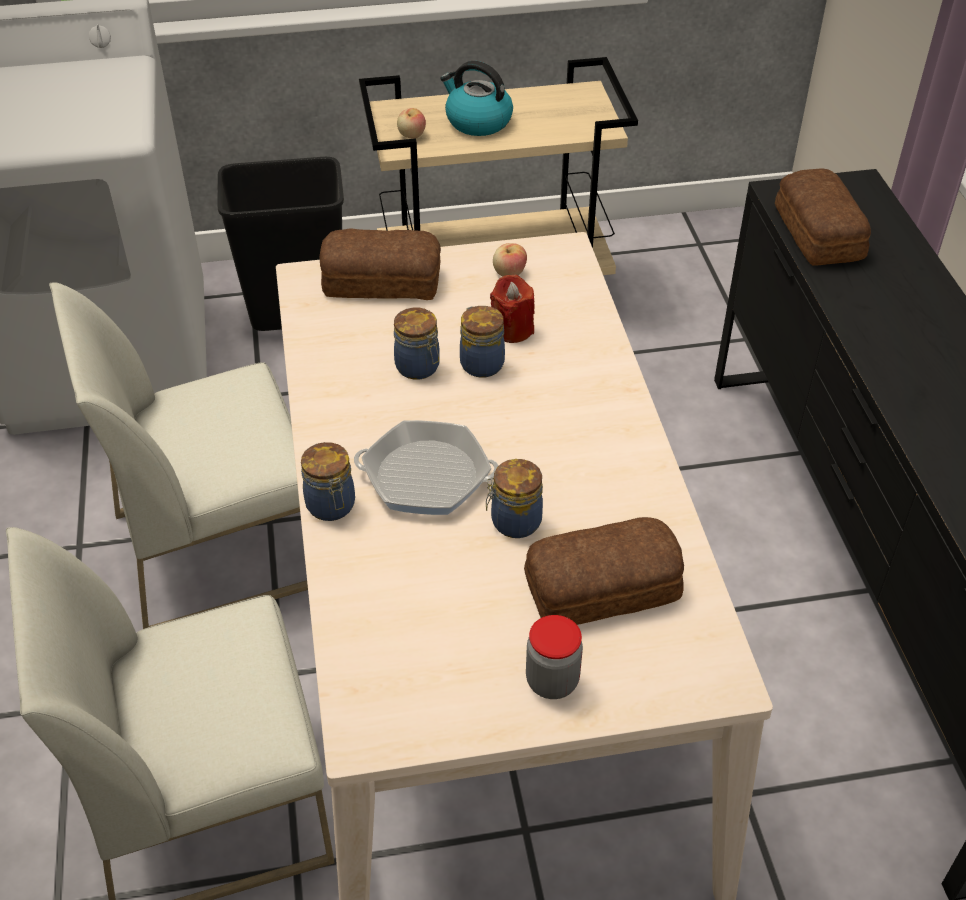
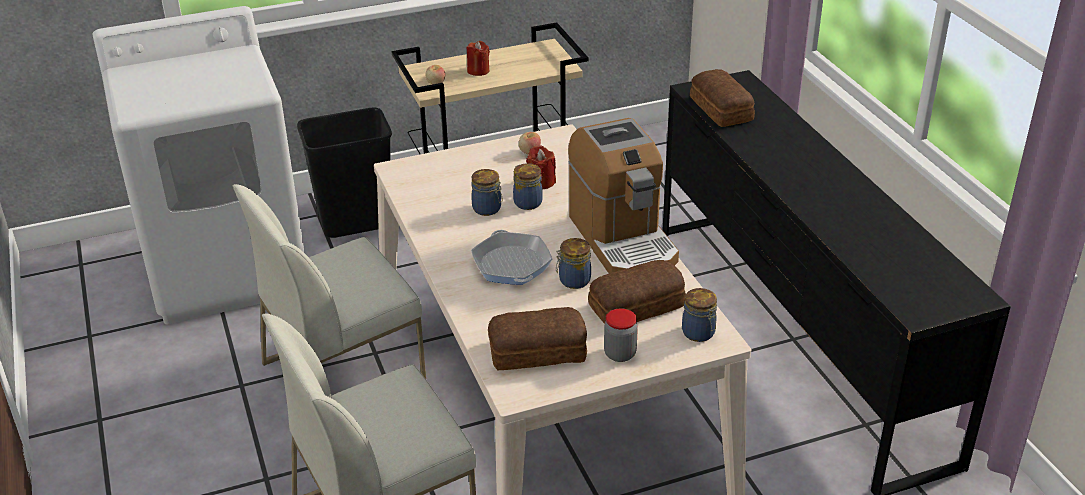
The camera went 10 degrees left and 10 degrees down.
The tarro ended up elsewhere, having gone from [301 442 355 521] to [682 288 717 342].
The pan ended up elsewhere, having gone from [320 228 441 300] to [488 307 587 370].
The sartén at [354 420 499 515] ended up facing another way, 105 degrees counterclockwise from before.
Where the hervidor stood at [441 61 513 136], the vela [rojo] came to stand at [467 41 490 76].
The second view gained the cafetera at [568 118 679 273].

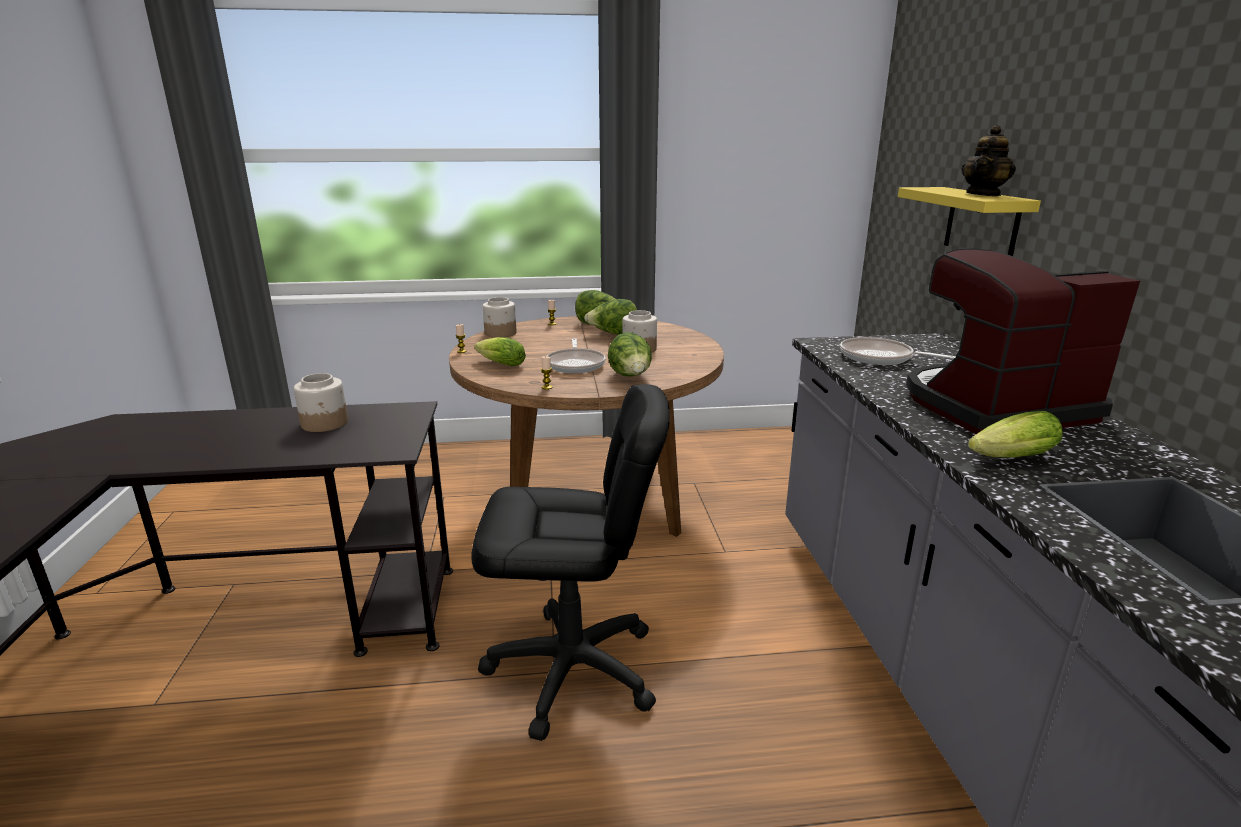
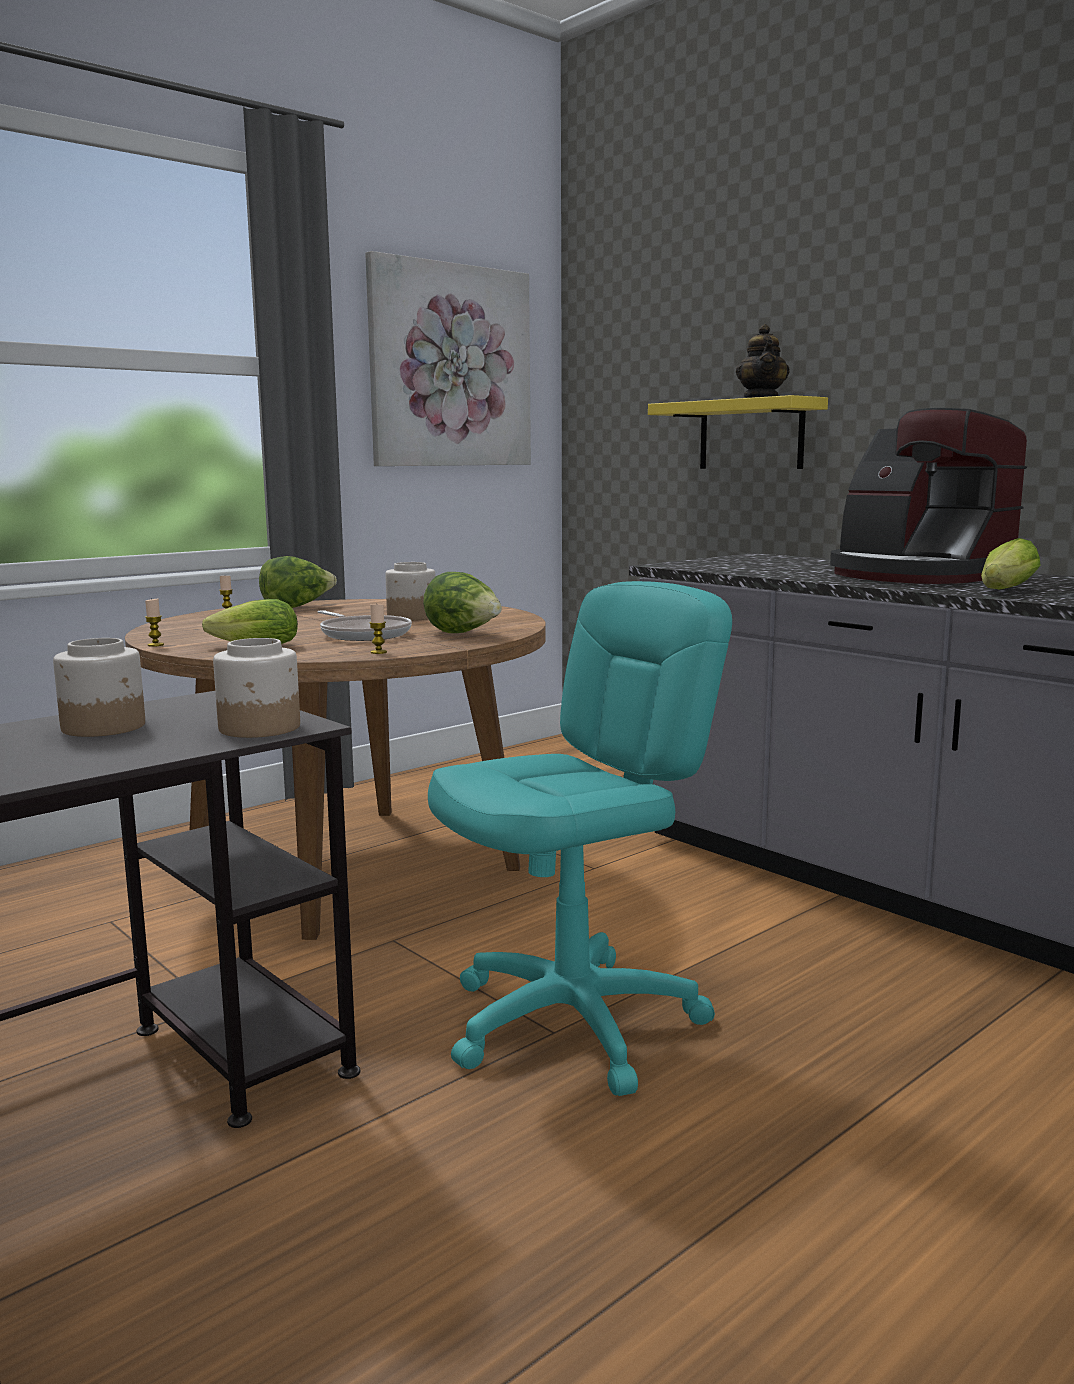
The camera went 35 degrees left and 10 degrees down.
What was the silla de oficina [negro] at [471 384 670 741] turned into the silla de oficina [turquesa] at [428 581 732 1096].
The tarro ended up elsewhere, having gone from [483 297 517 338] to [213 638 300 738].
The second view lost the lechuga at [584 299 637 335].
The second view lost the sartén at [840 337 955 365].
The cafetera at [906 249 1140 434] ended up facing another way, 75 degrees counterclockwise from before.
The second view gained the cuadro at [365 251 531 466].

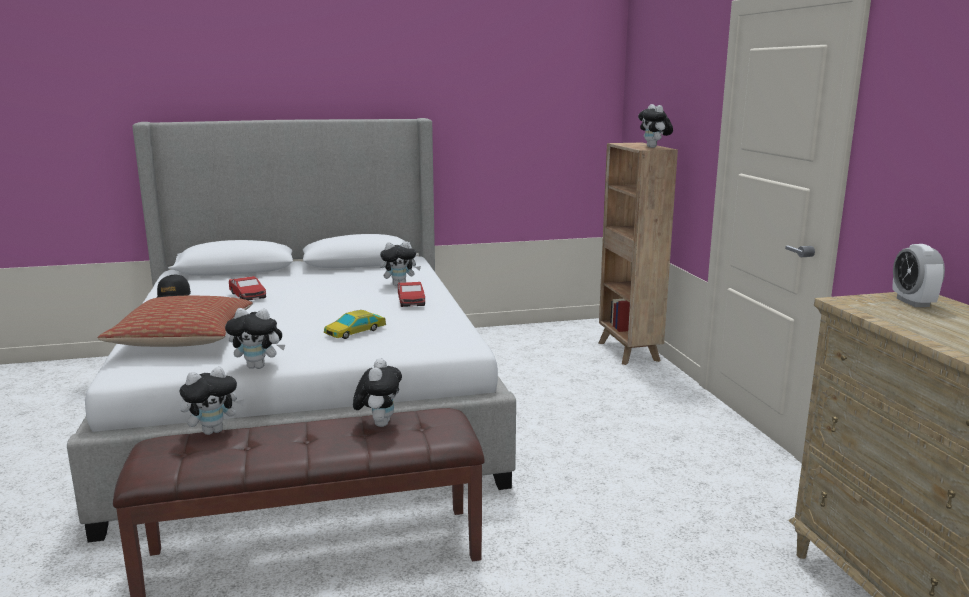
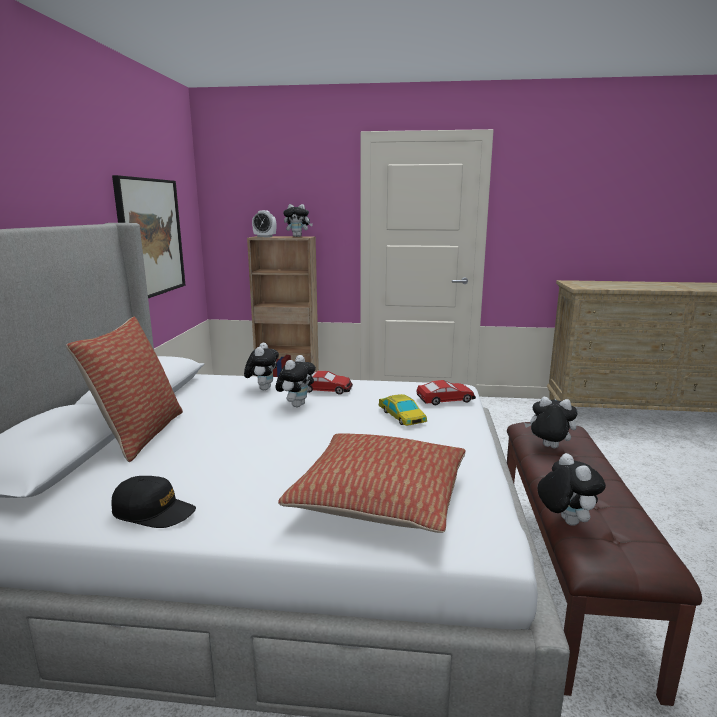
The camera went 70 degrees left and 0 degrees up.
The peluche ended up elsewhere, having gone from [225 308 285 369] to [276 355 316 407].
The coche de juguete ended up elsewhere, having gone from [229 276 266 300] to [417 380 476 405].
The despertador ended up elsewhere, having gone from [892 244 945 307] to [252 210 276 237].
The second view gained the cojín at [66 317 183 462].
The second view gained the cuadro at [112 175 185 298].

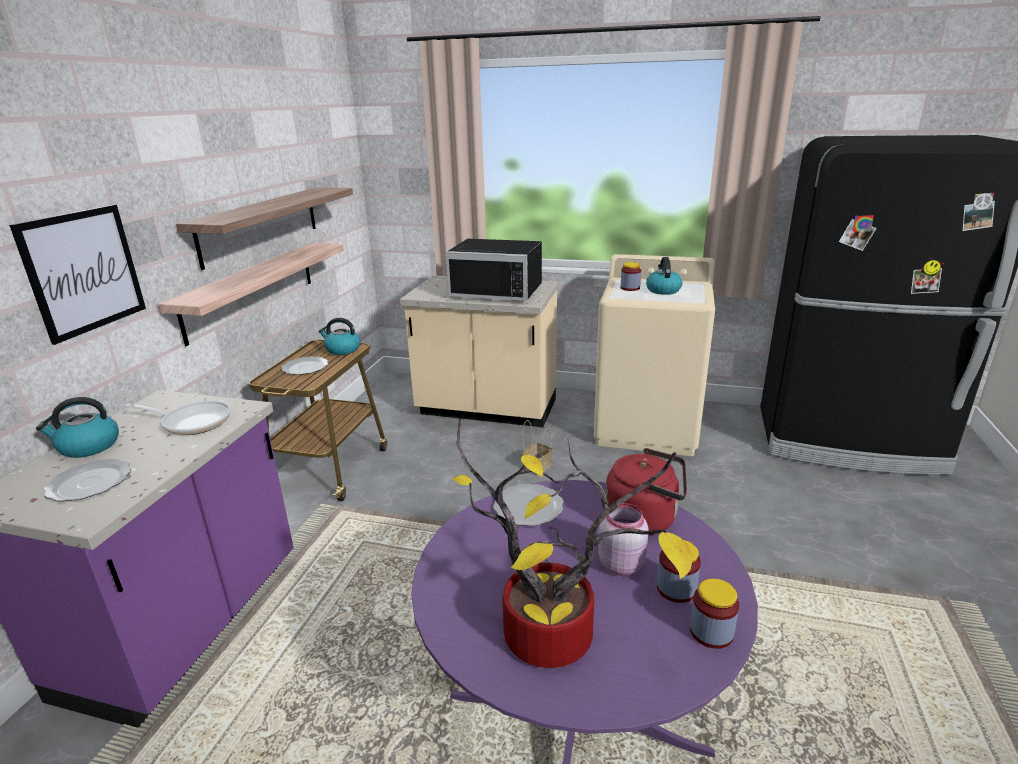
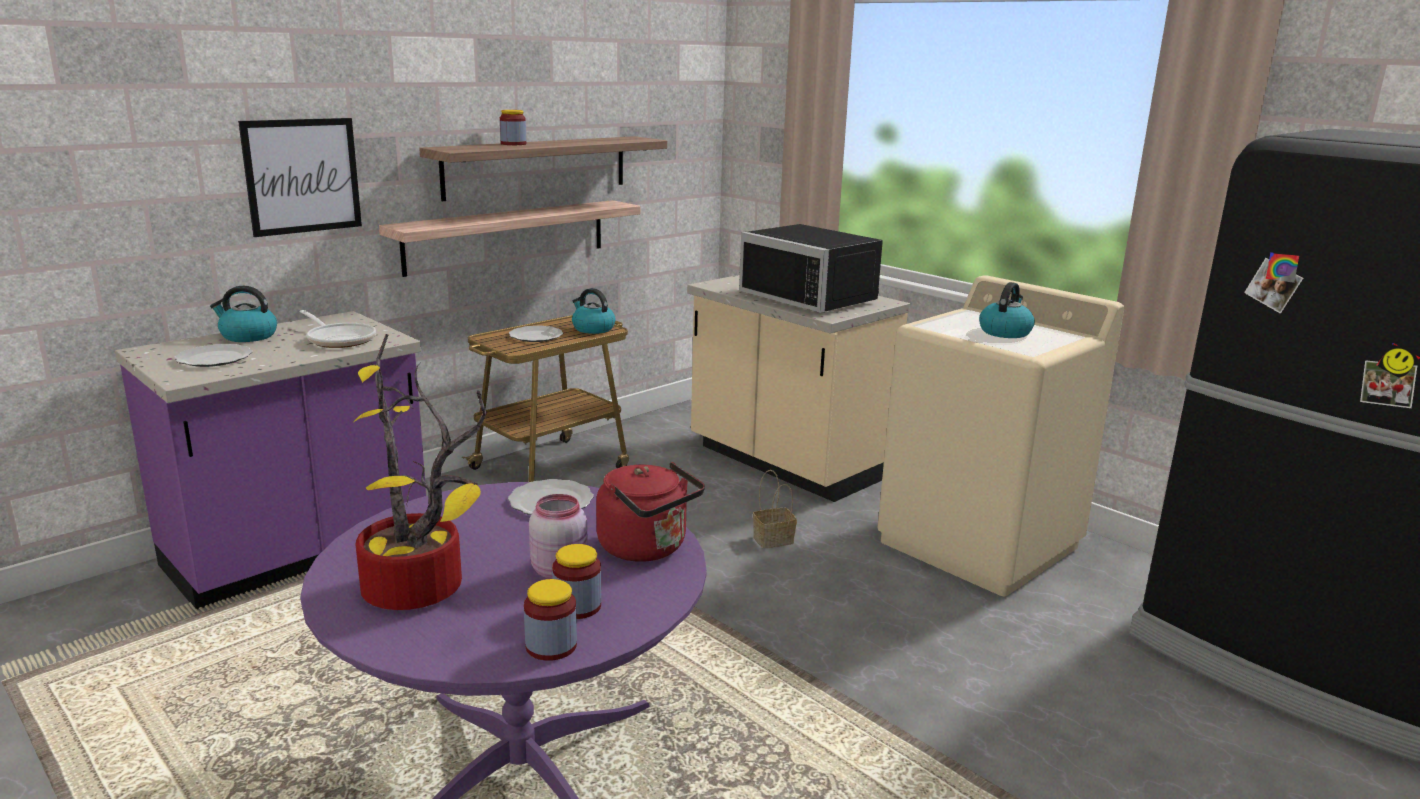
The camera went 30 degrees right and 5 degrees down.
The tarro ended up elsewhere, having gone from [621 262 641 291] to [500 110 526 145].

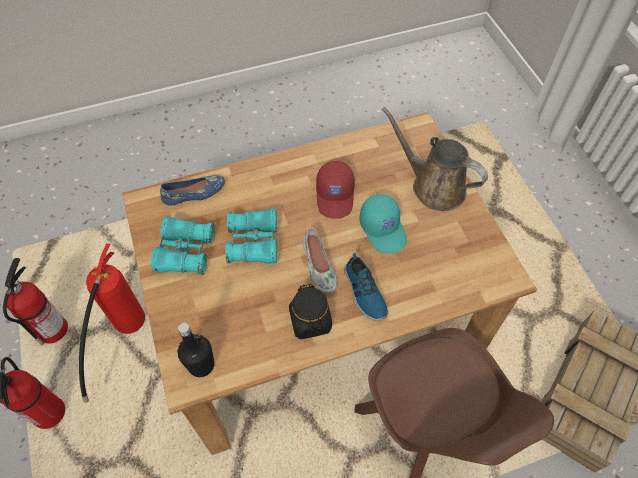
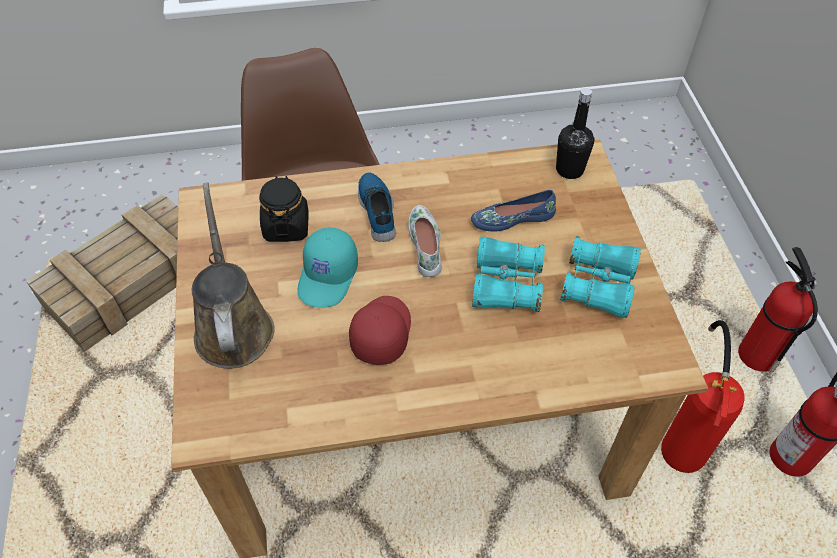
The camera went 170 degrees left and 5 degrees down.
The zapato [azul] ended up elsewhere, having gone from [160 176 225 205] to [471 190 556 232].
The tarro [negro] ended up elsewhere, having gone from [289 283 332 339] to [259 176 309 242].
The gorra [turquesa] at [359 194 407 253] ended up facing another way, 150 degrees counterclockwise from before.
The regadera [marrón] at [382 107 488 211] ended up facing another way, 150 degrees counterclockwise from before.

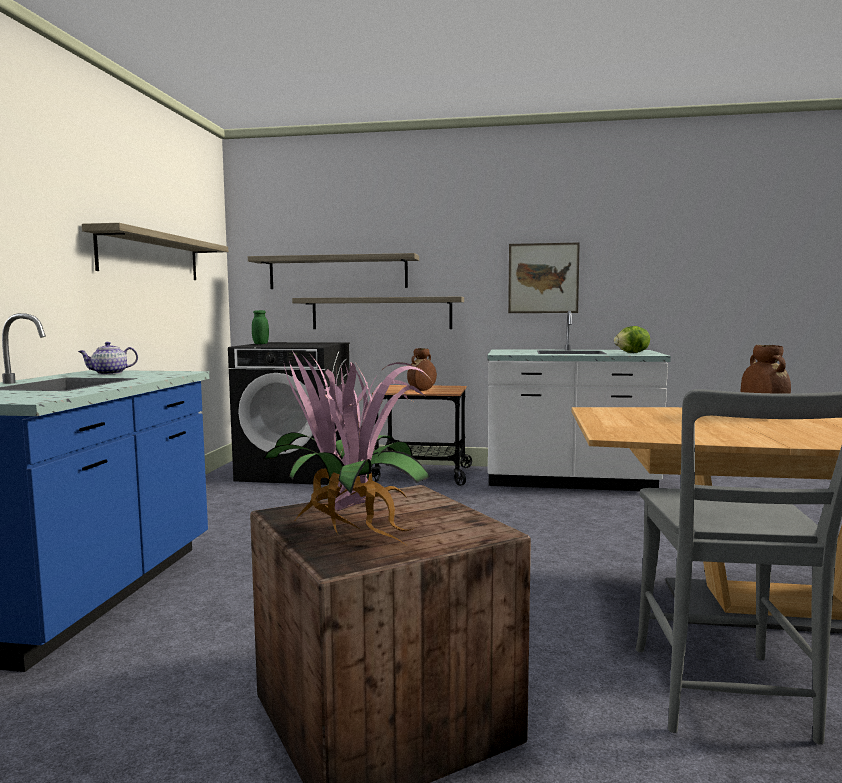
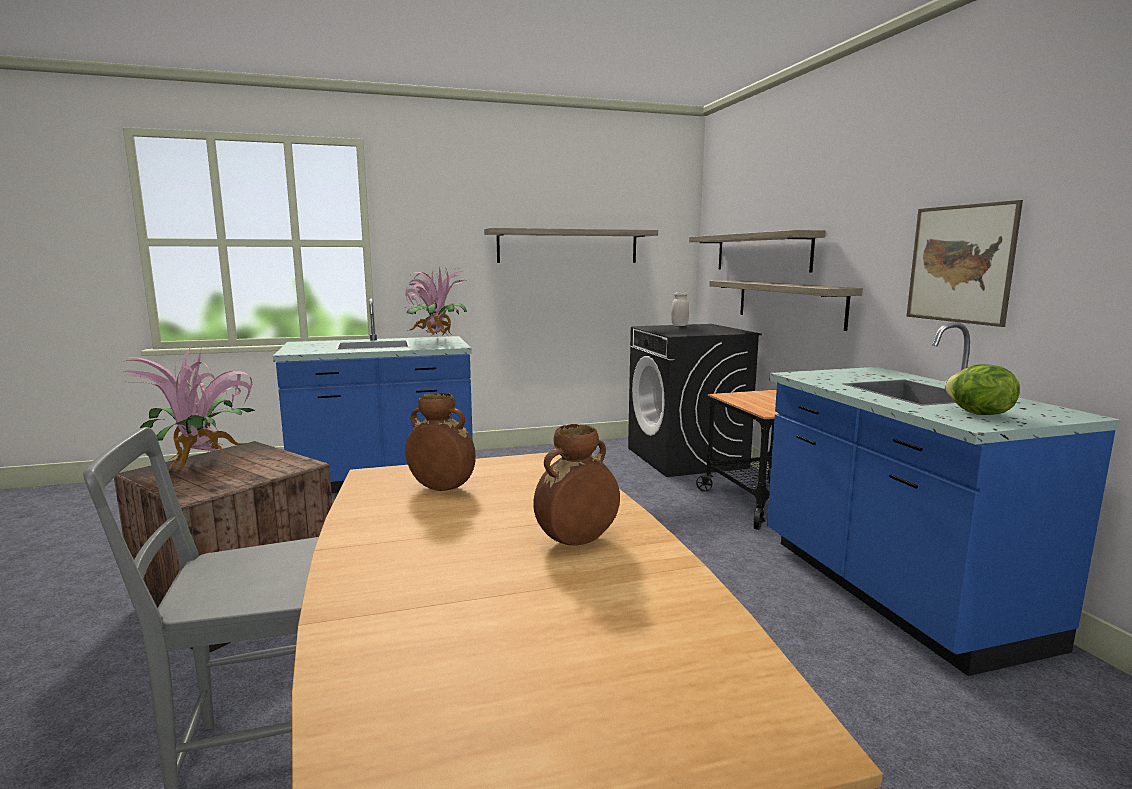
The camera went 65 degrees right and 5 degrees up.
Where the tetera stood at [78 342 138 375], the planta en maceta came to stand at [404 267 467 335].
What was the tarro [verde] at [252 310 269 344] turned into the tarro [blanco] at [671 292 689 326].
The florero [marrón] ended up elsewhere, having gone from [407 348 437 391] to [405 393 476 491].
What was the mueble bajo de cocina [blanco] at [487 311 671 491] turned into the mueble bajo de cocina [azul] at [767 322 1121 676].

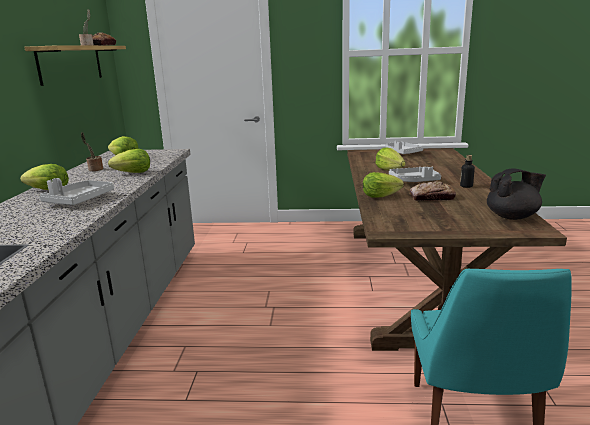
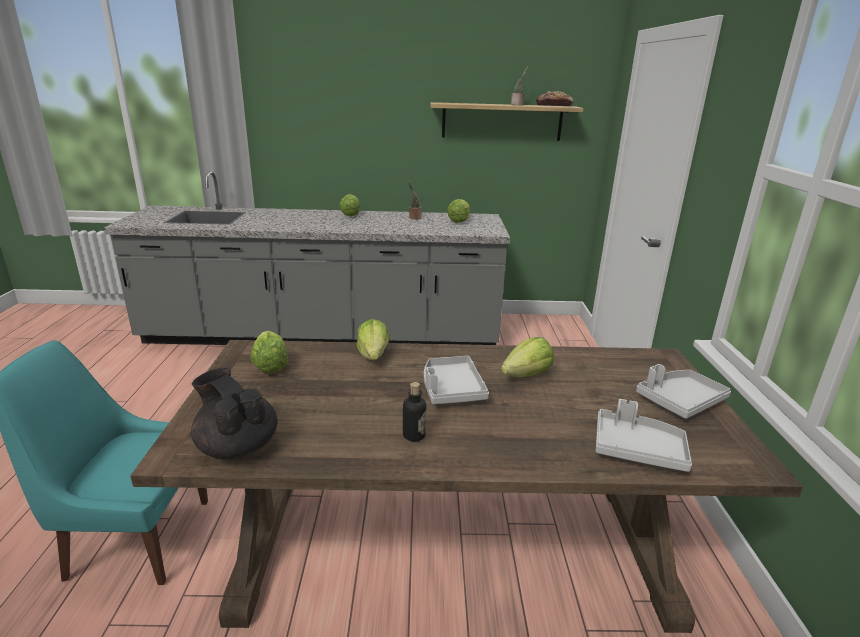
The camera went 85 degrees right and 5 degrees up.
The bandeja [gris] ended up elsewhere, having gone from [40 178 114 205] to [596 399 692 472].
The lechuga ended up elsewhere, having gone from [108 149 150 173] to [251 331 288 373].
The second view lost the pan at [410 181 456 201].
The tetera [negro] at [487 168 546 220] ended up facing another way, 150 degrees clockwise from before.

